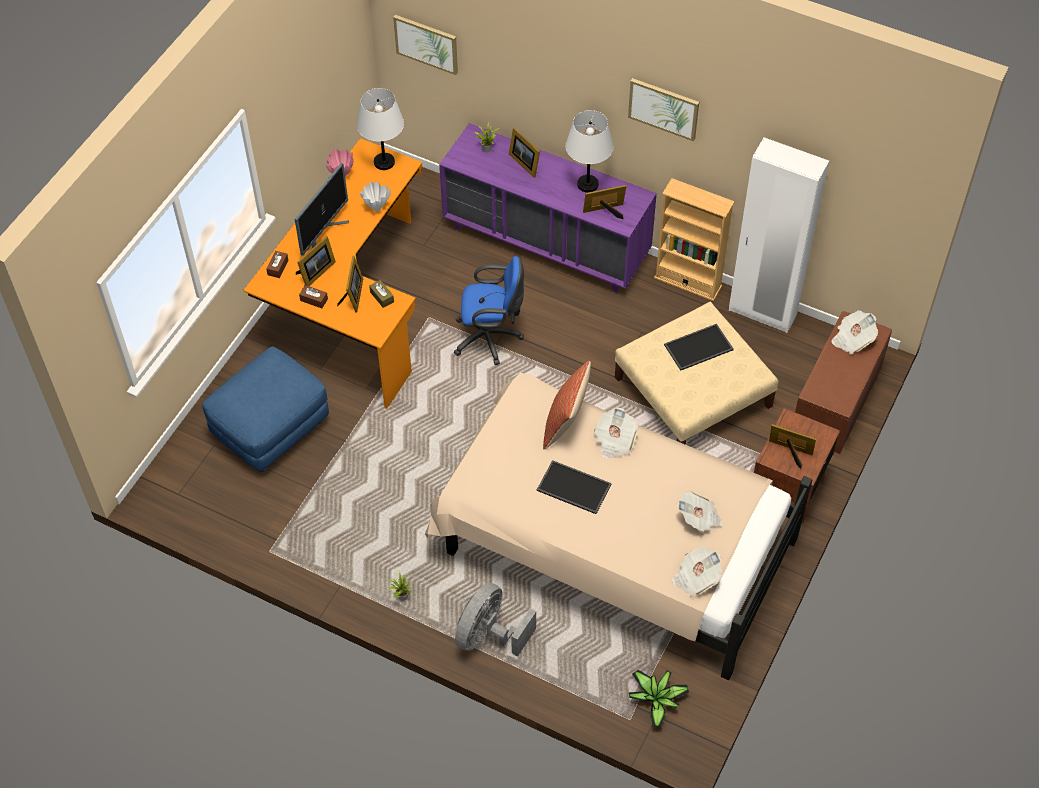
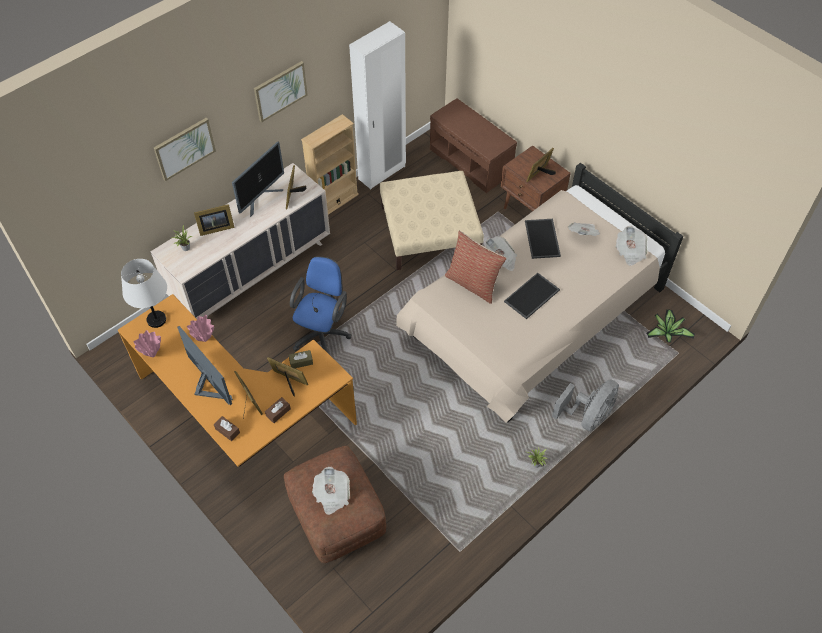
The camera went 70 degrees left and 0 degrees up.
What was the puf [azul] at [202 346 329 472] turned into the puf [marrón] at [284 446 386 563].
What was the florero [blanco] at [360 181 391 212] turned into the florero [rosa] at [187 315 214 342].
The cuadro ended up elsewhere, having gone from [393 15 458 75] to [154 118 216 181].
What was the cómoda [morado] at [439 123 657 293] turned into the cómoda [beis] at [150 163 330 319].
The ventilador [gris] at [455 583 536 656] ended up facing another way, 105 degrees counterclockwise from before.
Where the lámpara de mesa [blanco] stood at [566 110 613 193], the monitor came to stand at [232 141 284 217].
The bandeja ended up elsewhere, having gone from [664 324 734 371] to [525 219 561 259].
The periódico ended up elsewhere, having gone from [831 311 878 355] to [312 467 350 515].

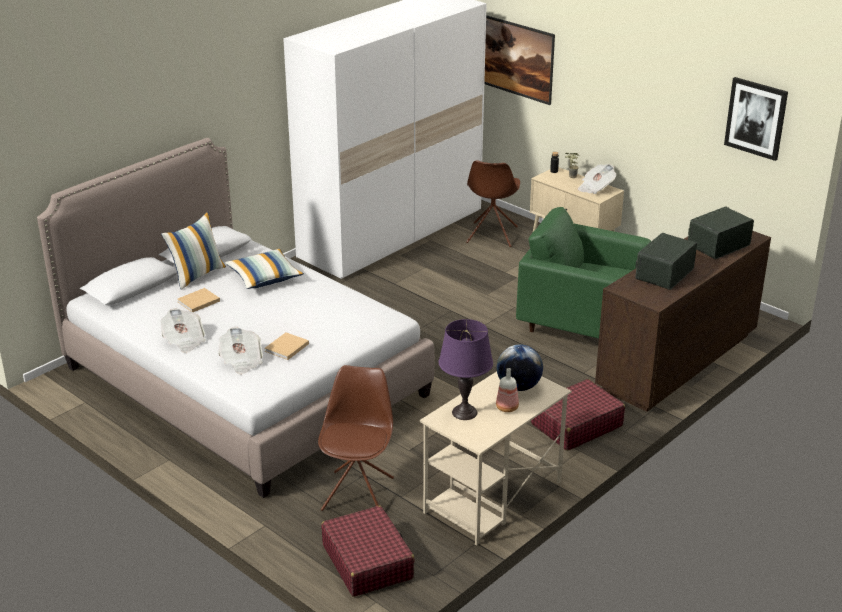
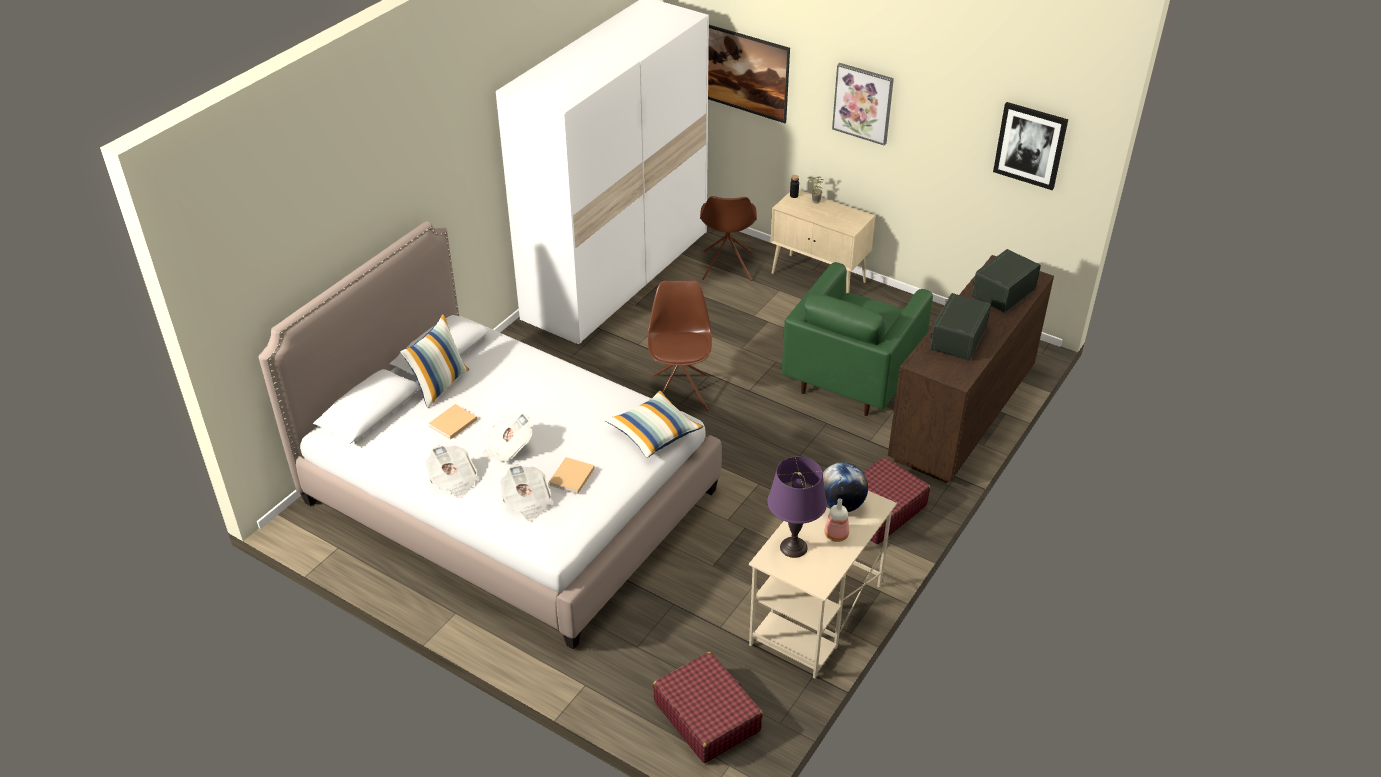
The camera went 10 degrees left and 10 degrees up.
The cojín ended up elsewhere, having gone from [225 249 304 289] to [605 391 703 458].
The silla [marrón] ended up elsewhere, having gone from [318 365 394 511] to [648 280 712 411].
The sillón [verde] at [516 207 651 339] ended up facing another way, 75 degrees counterclockwise from before.
The periódico ended up elsewhere, having gone from [578 164 616 194] to [483 413 532 462].
The second view gained the cuadro at [832 63 894 146].

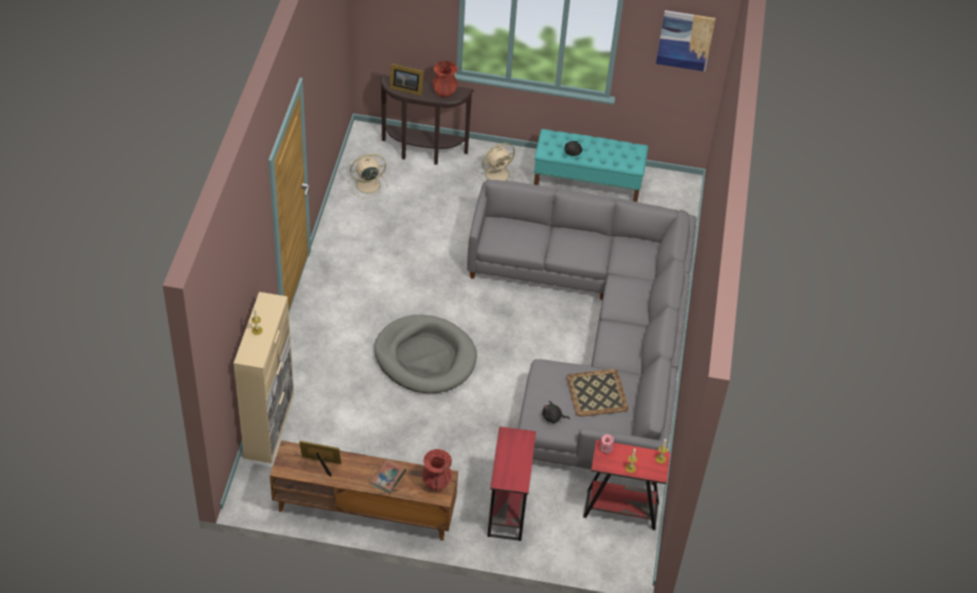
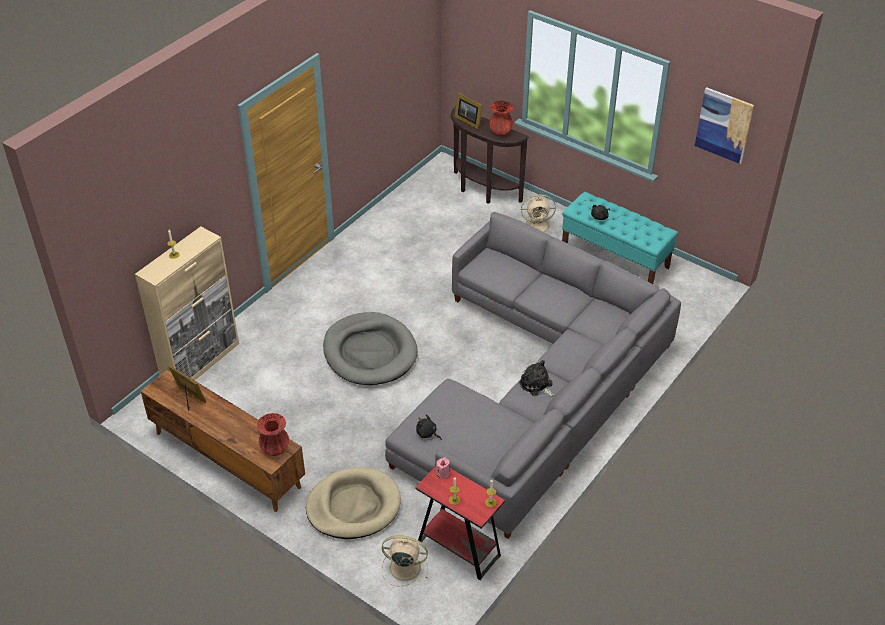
The camera went 30 degrees right and 5 degrees down.
The ventilador [beis] ended up elsewhere, having gone from [350 154 388 198] to [382 535 428 587].
The second view lost the libro at [370 459 406 494].
Where the mesa auxiliar [rojo] stood at [487 427 536 541], the cama para perro [beis] came to stand at [306 467 401 539].
The second view lost the bandeja at [566 369 628 417].
The second view gained the peluche at [519 360 555 397].

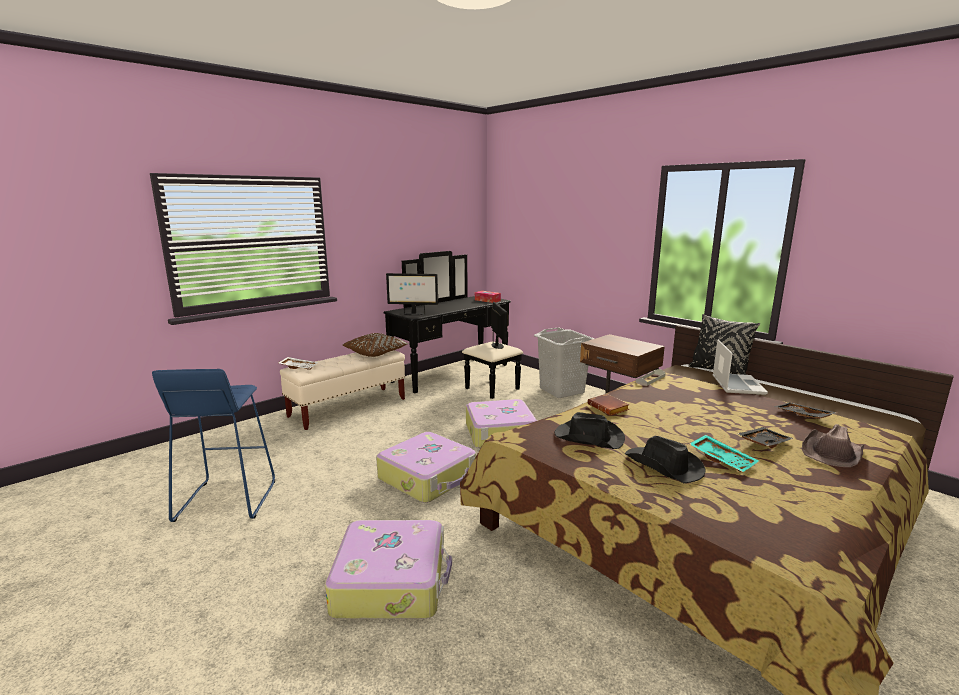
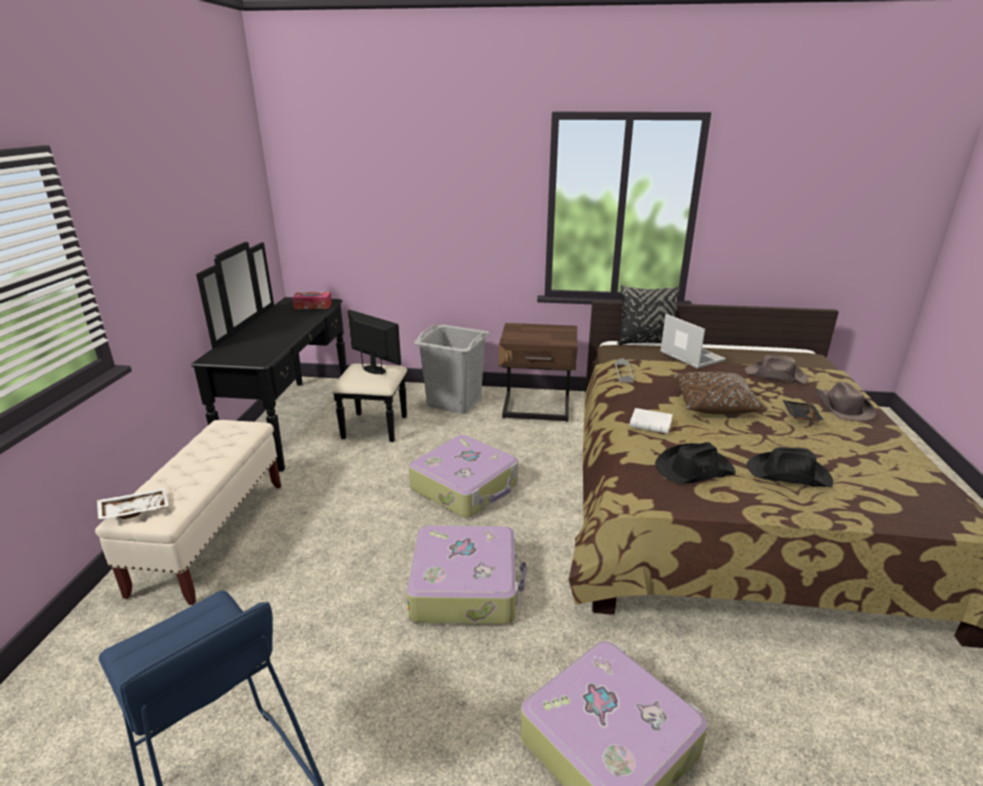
The camera went 40 degrees left and 10 degrees up.
The cojín [marrón] ended up elsewhere, having gone from [343 333 409 357] to [671 372 767 414].
The second view lost the monitor at [386 273 438 315].
What was the libro [marrón] at [587 394 629 416] turned into the libro [blanco] at [630 408 673 434].
The second view lost the bandeja [turquesa] at [690 435 759 472].
Where the bandeja [negro] stood at [774 402 837 419], the sombrero [marrón] came to stand at [745 355 809 384].

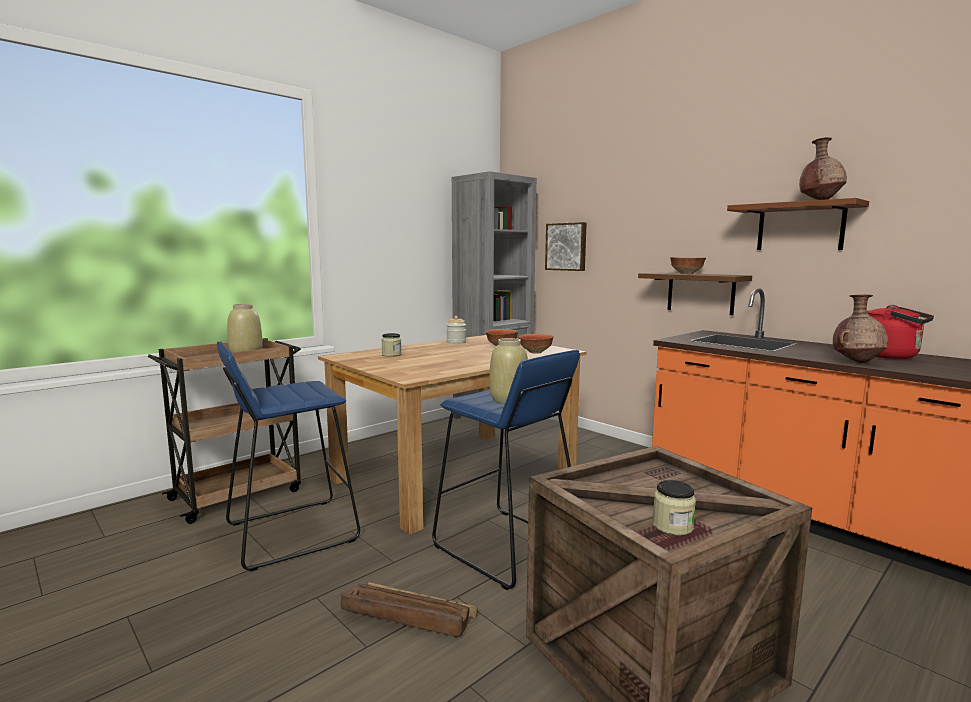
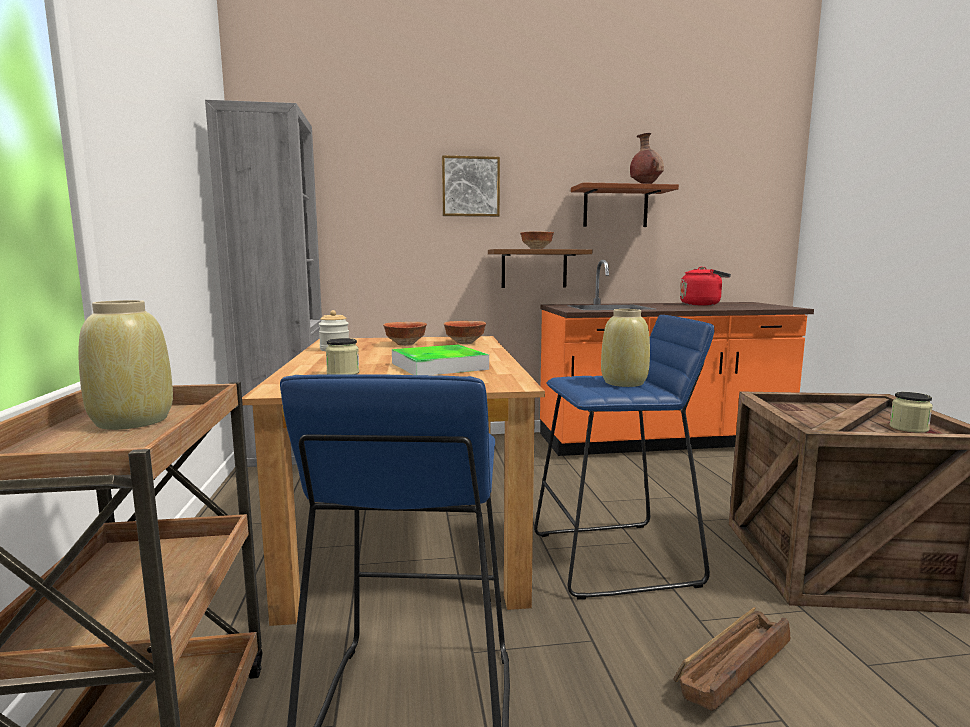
The camera went 55 degrees left and 0 degrees up.
The cuadro ended up elsewhere, having gone from [545 222 587 271] to [442 155 500 217].
The second view lost the florero [marrón] at [833 295 888 363].
The second view gained the bandeja at [392 345 489 375].

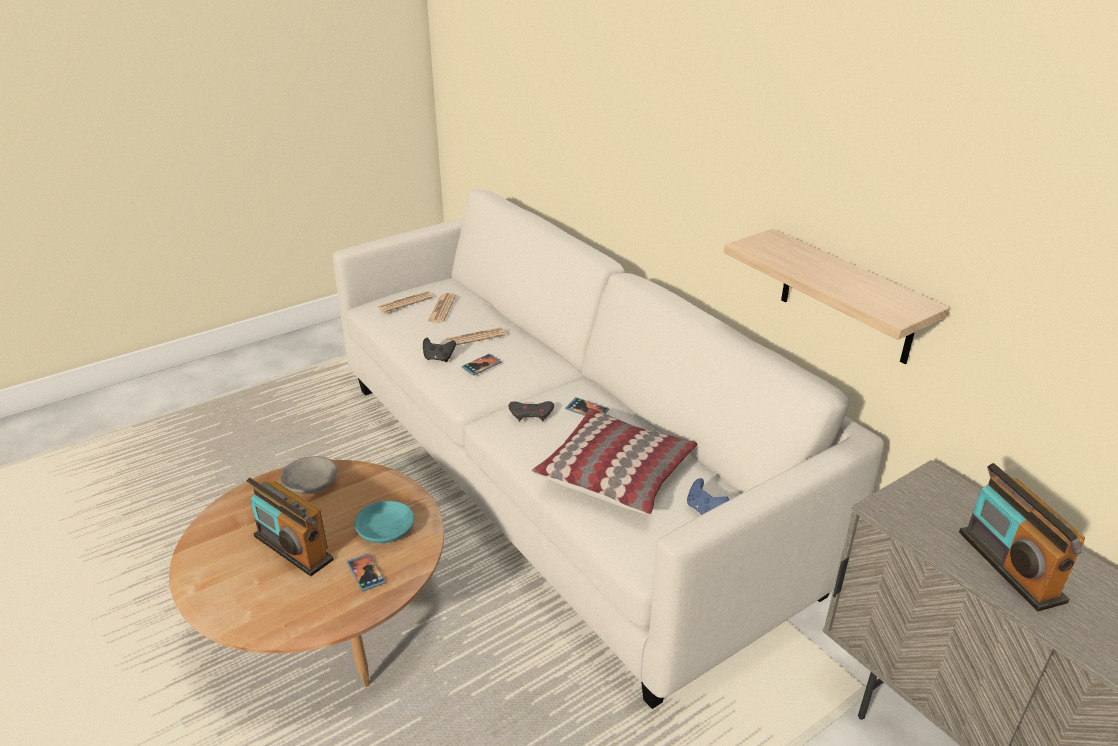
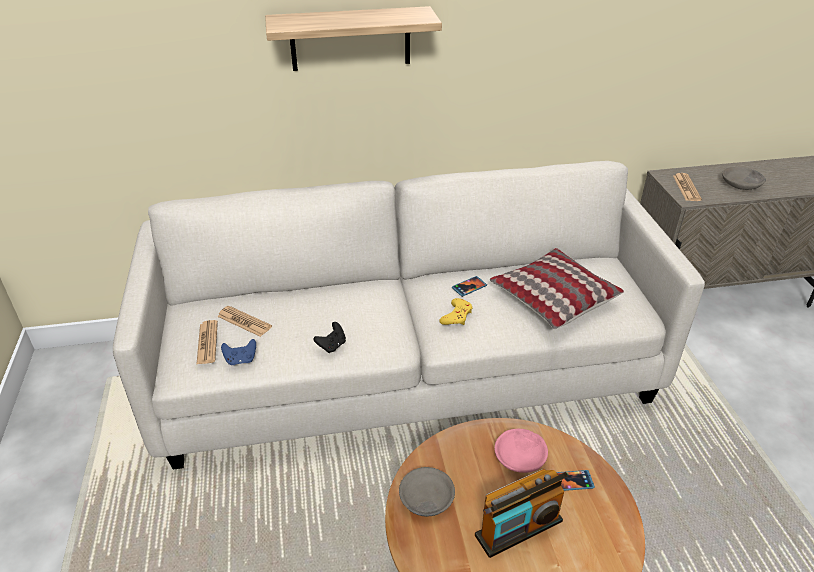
The camera went 65 degrees left and 5 degrees up.
What was the cuenco [turquesa] at [354 501 414 543] turned into the cuenco [rosa] at [494 429 548 473].
The periódico ended up elsewhere, having gone from [445 328 505 345] to [673 173 702 201].
The second view lost the móvil at [462 354 502 376].
What was the mando de consola [gris] at [509 401 554 422] turned into the mando de consola [amarillo] at [439 298 472 325].
The mando de consola [azul] ended up elsewhere, having gone from [687 478 729 515] to [221 339 256 365].
The estante ended up elsewhere, having gone from [724 229 950 364] to [265 6 442 71].
Where the radio stood at [959 463 1085 611], the cuenco [gris] came to stand at [722 167 766 190].

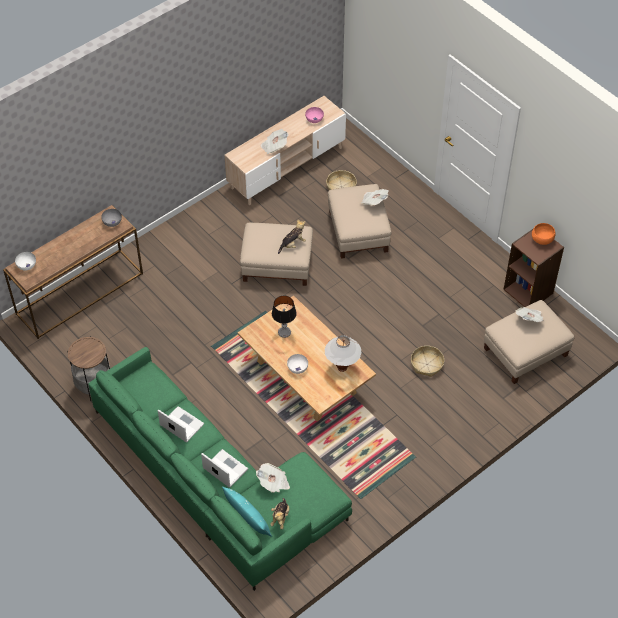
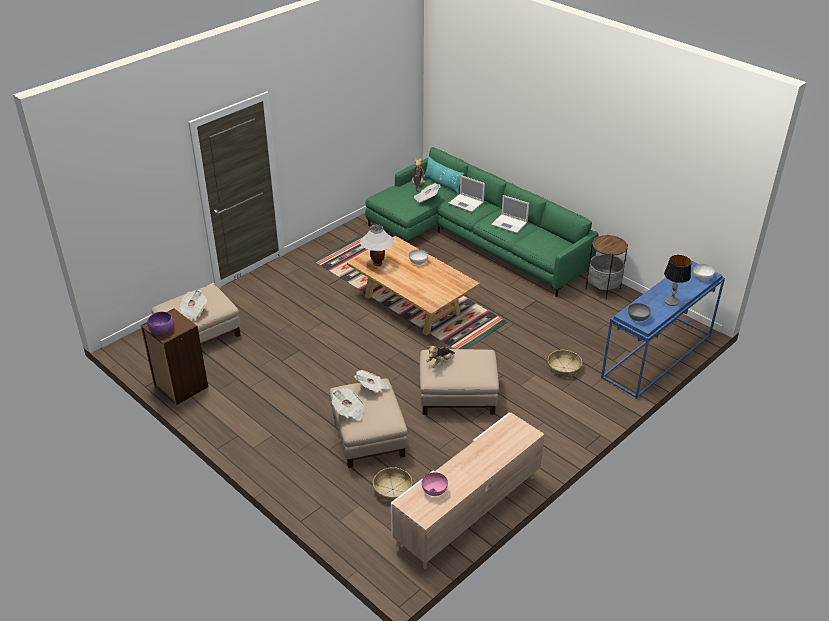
The camera went 175 degrees right and 15 degrees down.
What was the mesa consola [marrón] at [3 205 143 339] turned into the mesa consola [azul] at [601 261 725 399].
The periódico ended up elsewhere, having gone from [260 129 289 154] to [354 370 390 392].
The lámpara de mesa ended up elsewhere, having gone from [272 296 297 338] to [664 255 691 306].
The cesta ended up elsewhere, having gone from [411 346 444 377] to [548 350 582 378].
What was the cuenco [naranja] at [532 223 556 245] turned into the cuenco [morado] at [147 312 174 335].

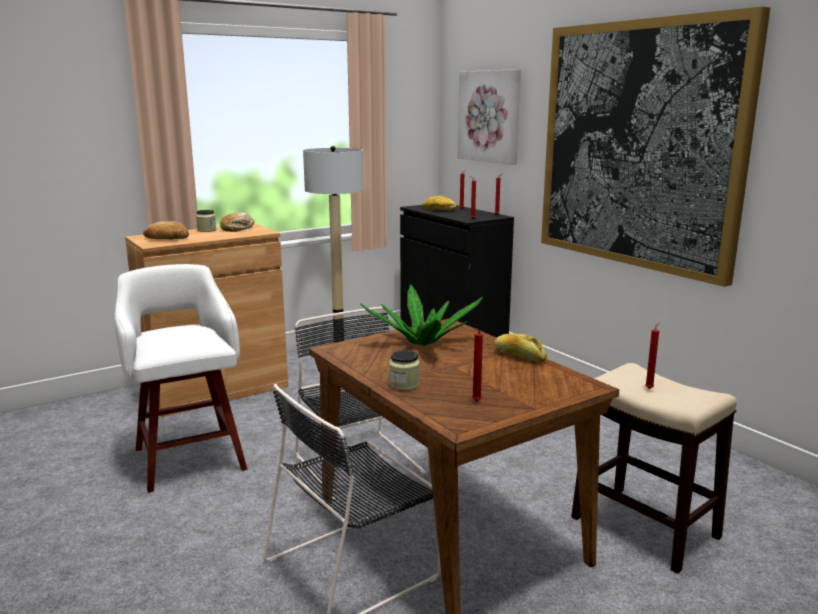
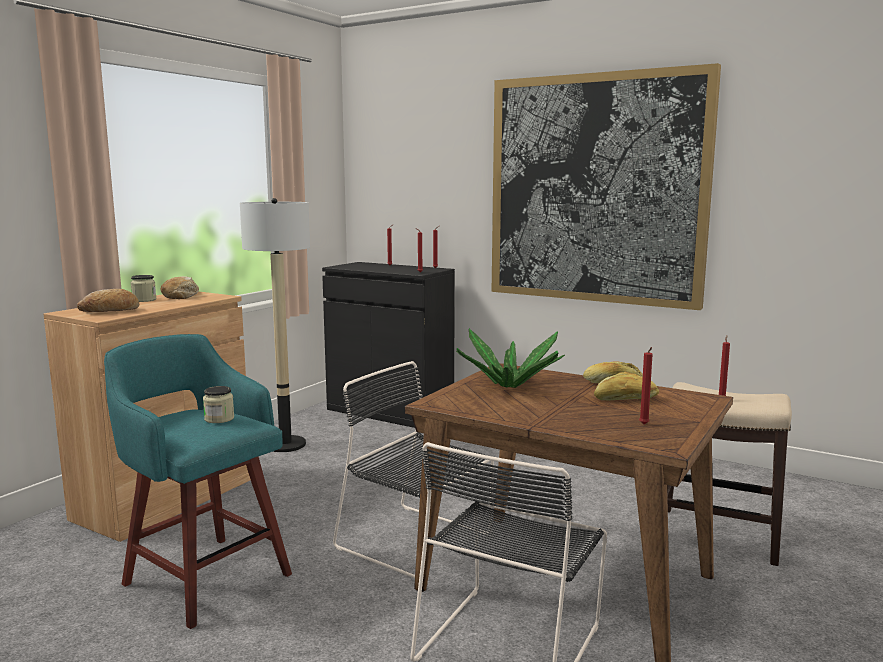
The camera went 25 degrees left and 5 degrees down.
What was the taburete [blanco] at [114 264 247 493] turned into the taburete [turquesa] at [104 334 292 629].
The tarro ended up elsewhere, having gone from [389 350 420 391] to [203 386 234 423].
The pan ended up elsewhere, having gone from [423 195 456 211] to [594 372 659 401].
The second view lost the cuadro at [458 69 521 165].

